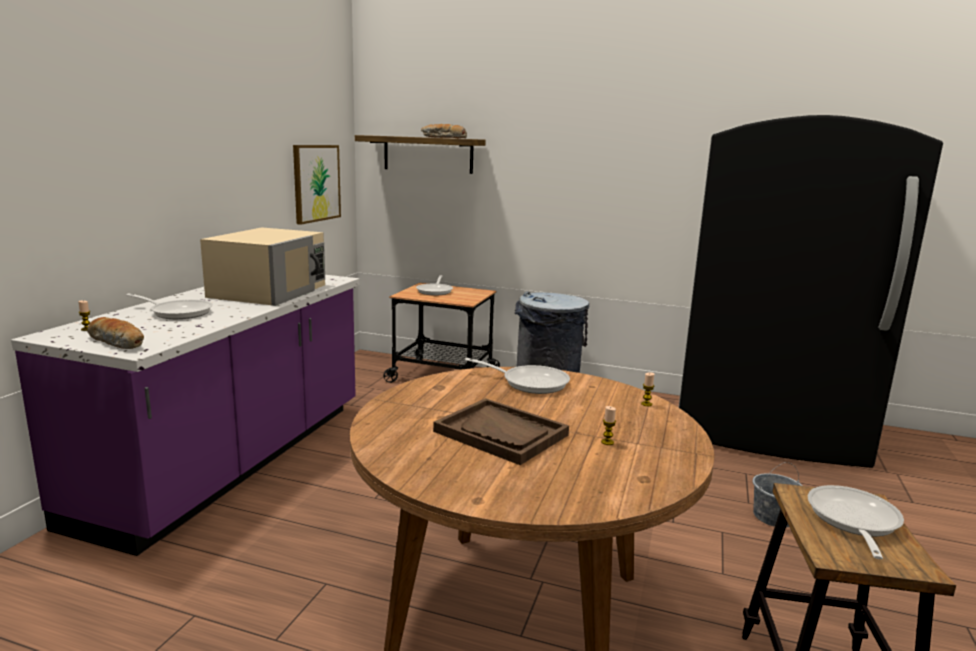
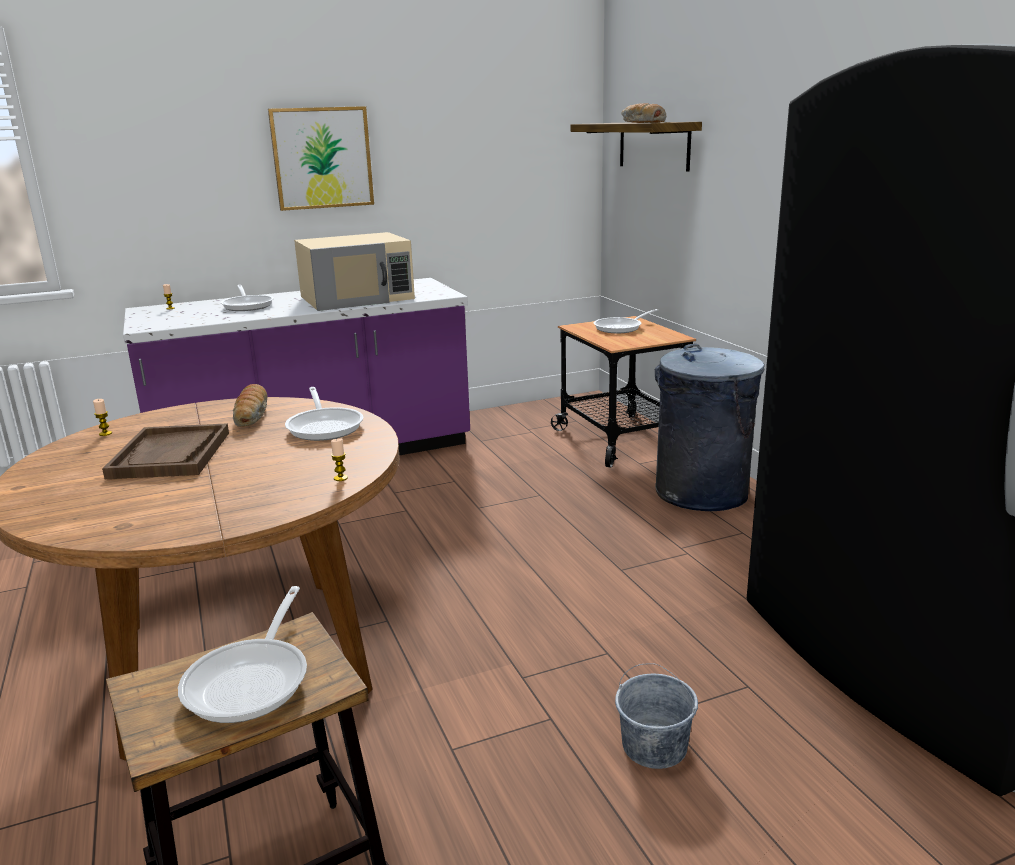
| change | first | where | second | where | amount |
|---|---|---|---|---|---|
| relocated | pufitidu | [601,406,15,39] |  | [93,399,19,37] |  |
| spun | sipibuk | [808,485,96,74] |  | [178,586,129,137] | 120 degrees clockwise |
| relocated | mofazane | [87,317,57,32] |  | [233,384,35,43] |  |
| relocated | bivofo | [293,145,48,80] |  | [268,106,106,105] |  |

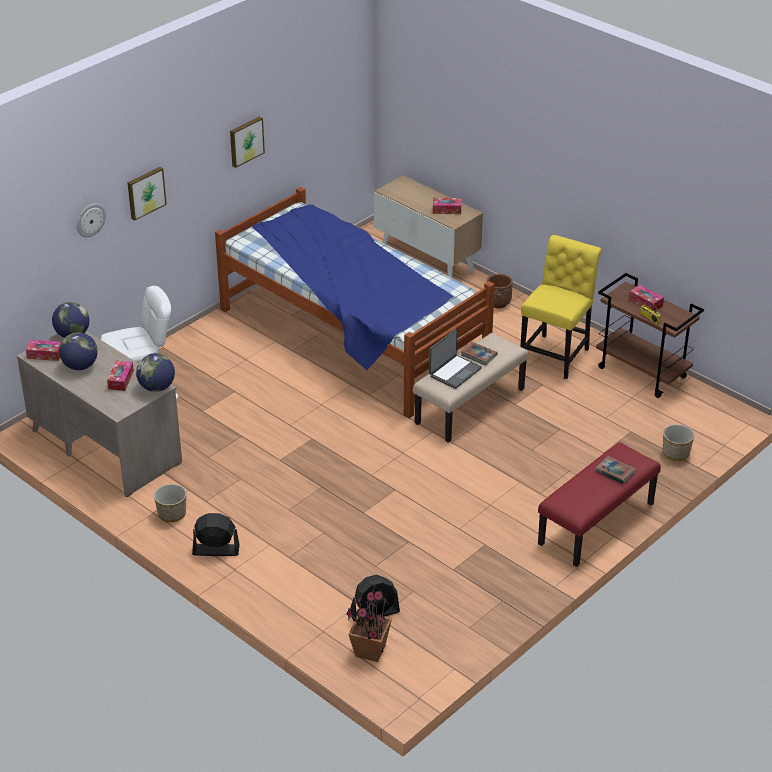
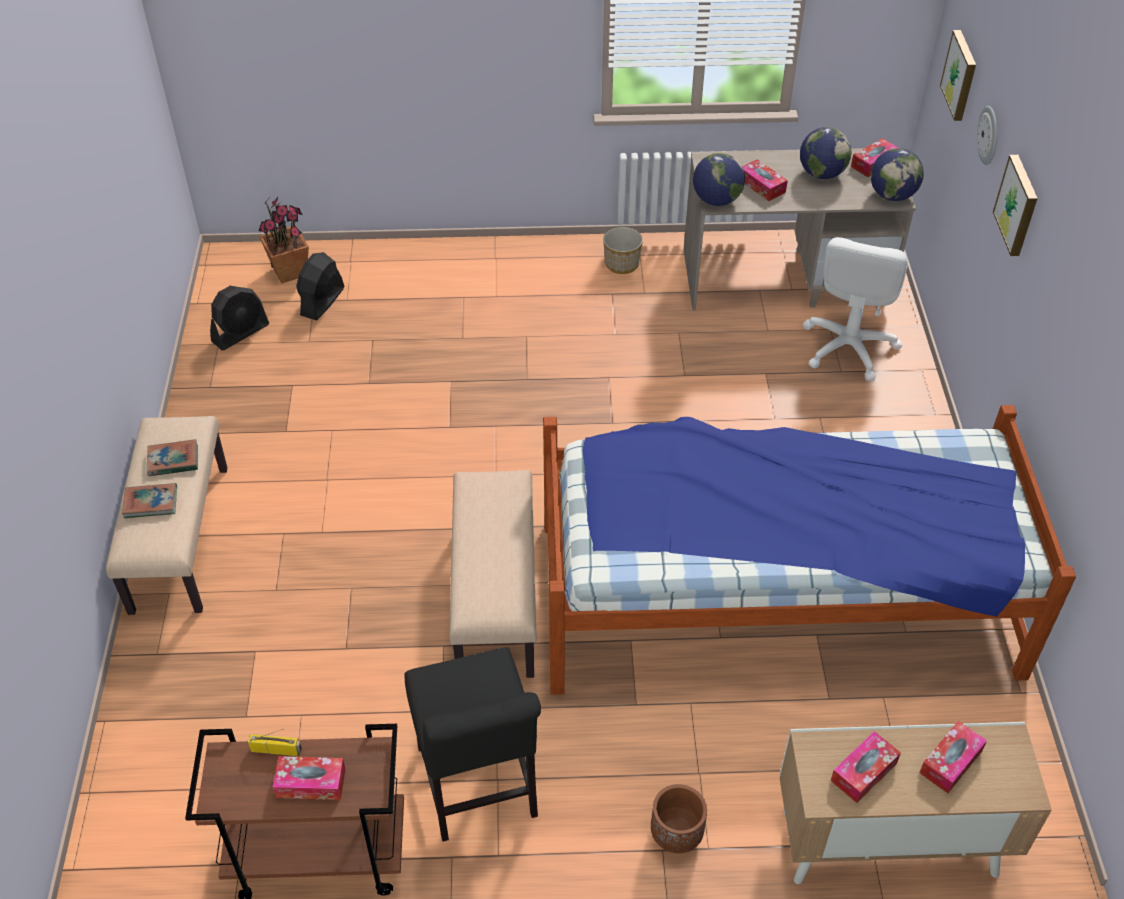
| change | first | where | second | where | amount |
|---|---|---|---|---|---|
| colour | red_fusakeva | [538,442,123,125] | beige_fusakeva | [106,416,121,199] |  |
| relocated | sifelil | [461,342,36,24] |  | [147,439,51,37] |  |
| relocated | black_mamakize | [192,513,48,43] |  | [210,286,59,64] |  |
| colour | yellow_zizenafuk | [520,235,82,144] | black_zizenafuk | [405,647,136,195] |  |
| appeared |  |  | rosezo | [919,721,68,72] |  |
| relocated | bivofo | [230,116,35,52] |  | [940,30,36,91] |  |
| missing | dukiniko | [429,329,53,60] |  |  |  |
| missing | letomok | [663,424,31,37] |  |  |  |

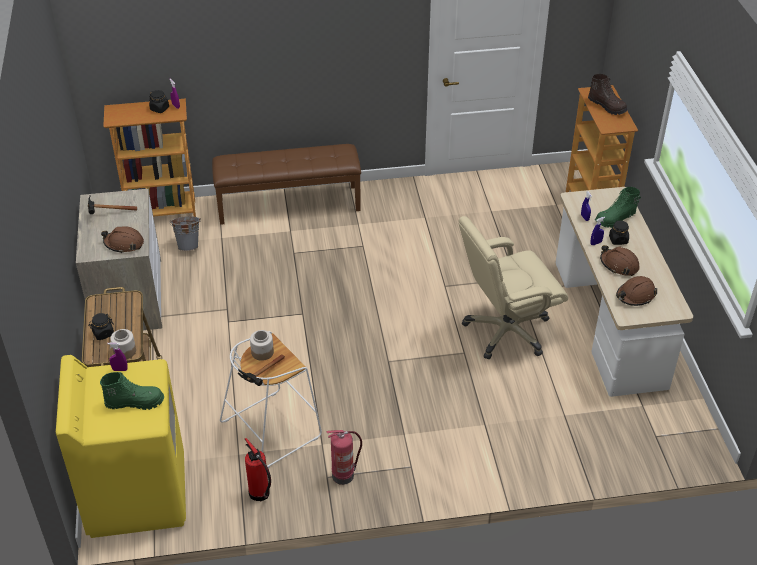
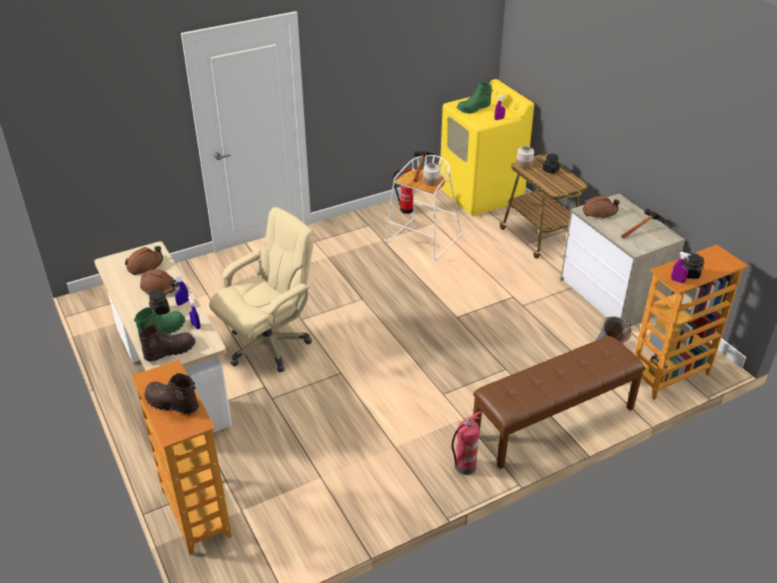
| change | first | where | second | where | amount |
|---|---|---|---|---|---|
| appeared |  |  | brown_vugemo | [139,325,57,37] |  |
| relocated | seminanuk | [327,430,35,55] |  | [451,411,31,64] |  |

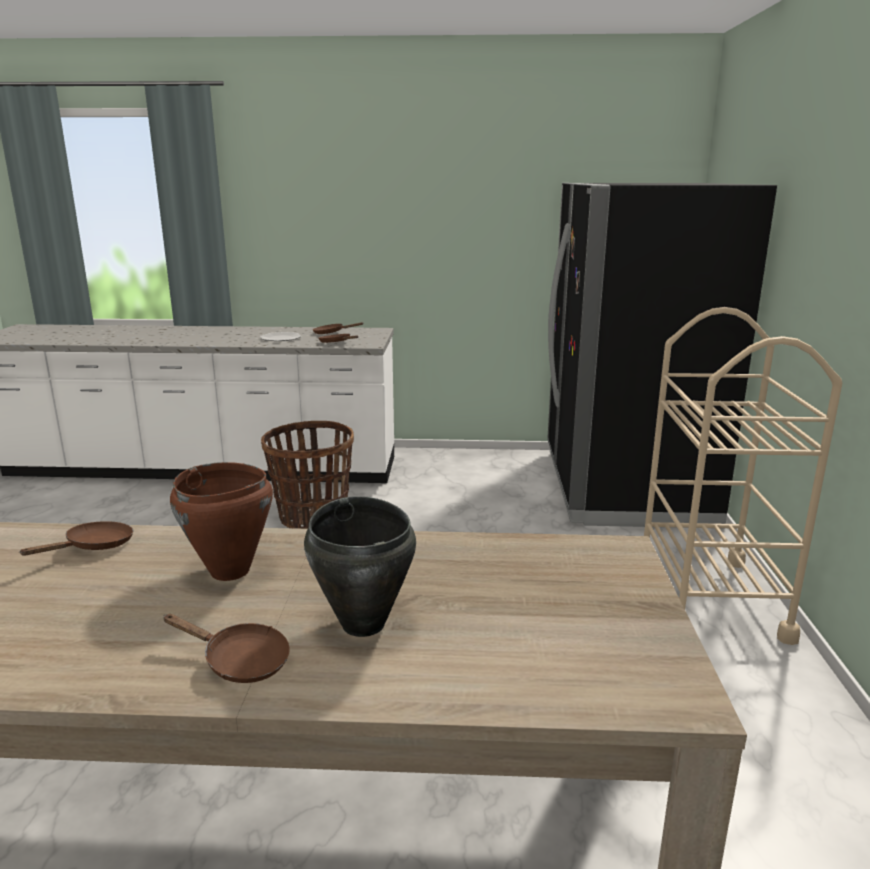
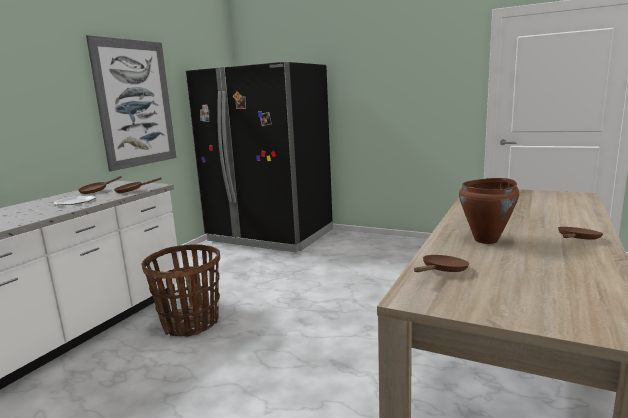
| change | first | where | second | where | amount |
|---|---|---|---|---|---|
| appeared |  |  | bivofo | [86,35,90,136] |  |
| spun | brown_sipibuk | [19,521,114,35] |  | [414,255,55,17] | 75 degrees clockwise |
| missing | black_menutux | [304,496,112,141] |  |  |  |
| missing | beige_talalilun | [644,307,198,338] |  |  |  |

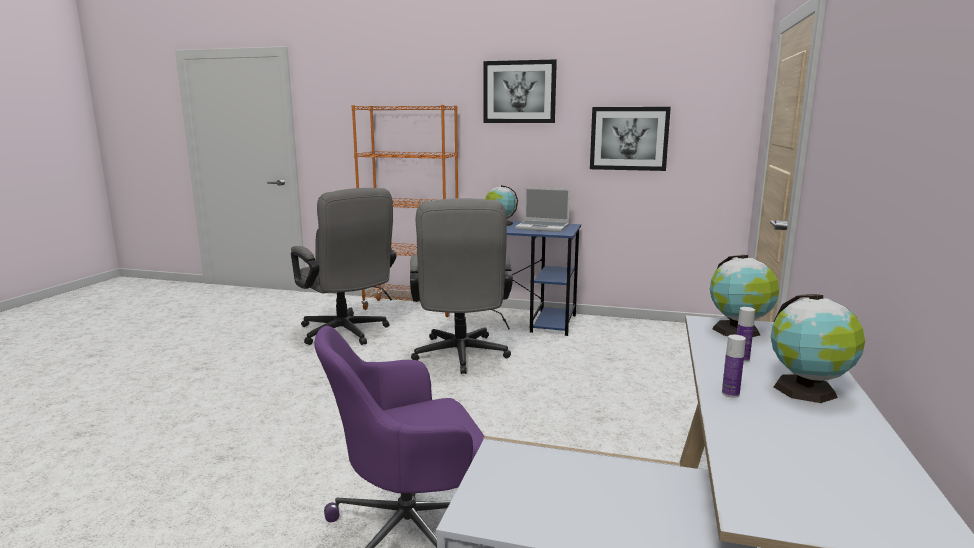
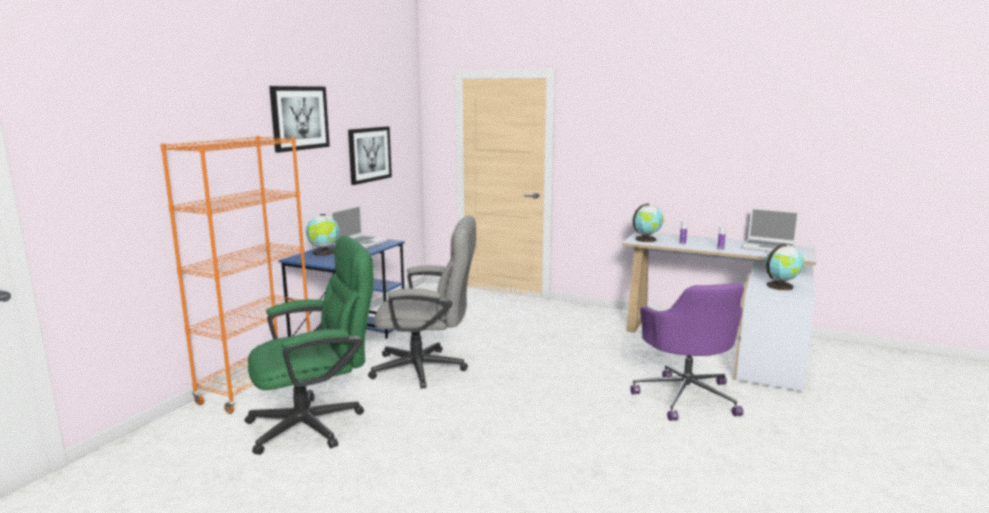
| change | first | where | second | where | amount |
|---|---|---|---|---|---|
| colour | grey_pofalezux | [291,188,106,157] | green_pofalezux | [244,235,130,220] |  |
| appeared |  |  | dukiniko | [742,208,57,44] |  |
| relocated | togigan | [771,294,94,109] |  | [765,244,39,46] |  |

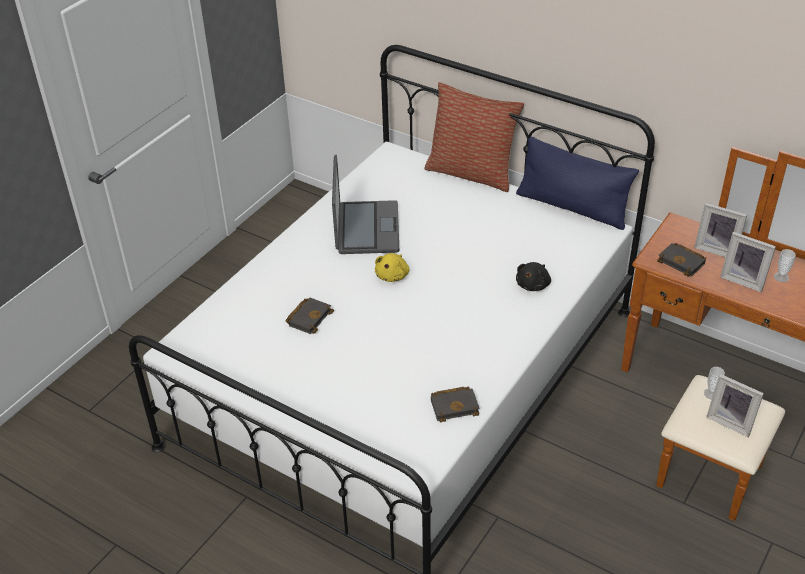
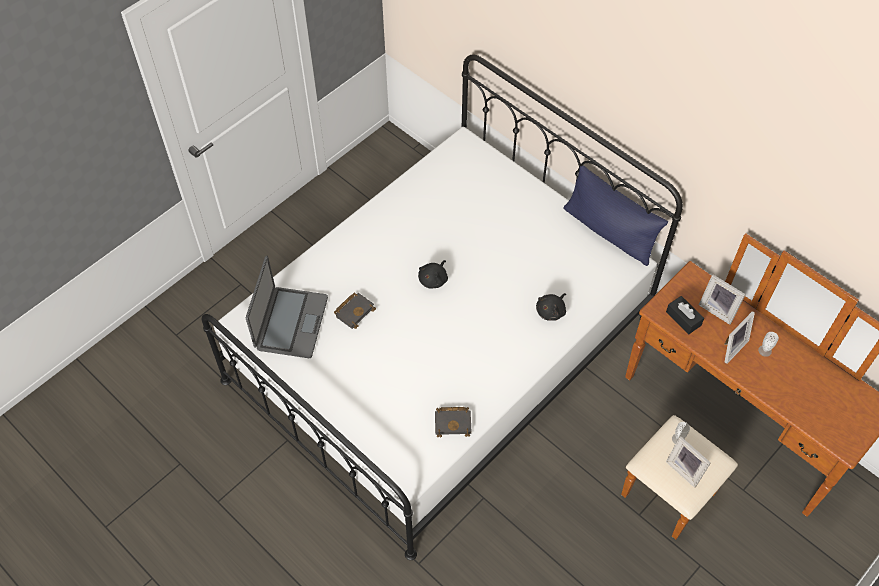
| change | first | where | second | where | amount |
|---|---|---|---|---|---|
| relocated | dukiniko | [332,155,67,99] |  | [246,256,82,102] |  |
| colour | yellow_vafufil | [375,253,35,29] | black_vafufil | [418,260,30,29] |  |
| exchanged | black_sifelil | [657,243,49,34] | black_rosezo | [666,296,38,38] |  |
| spun | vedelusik | [720,232,56,60] |  | [724,311,31,53] | 90 degrees counterclockwise |
| missing | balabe | [425,82,99,110] |  |  |  |

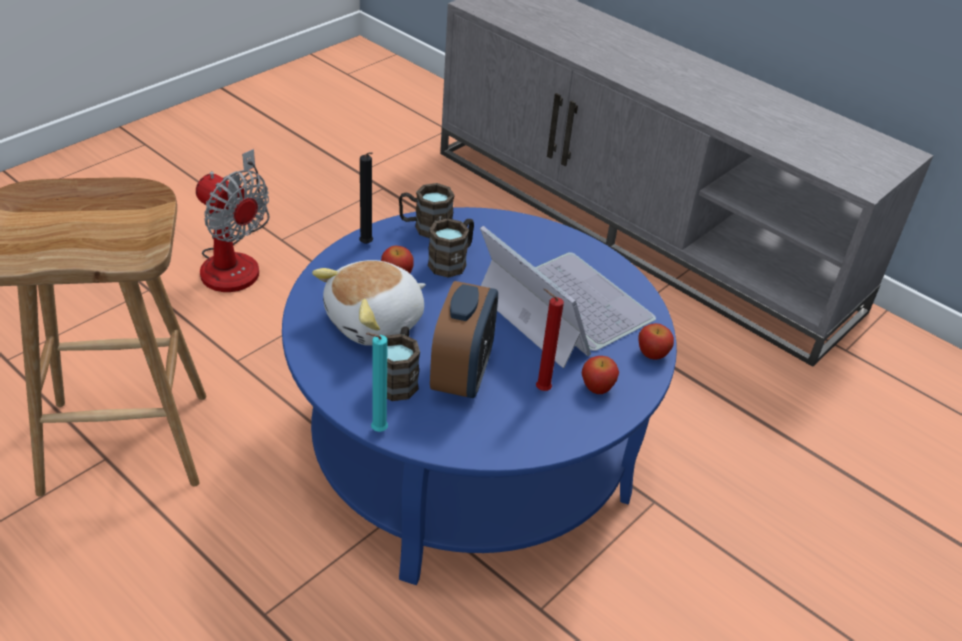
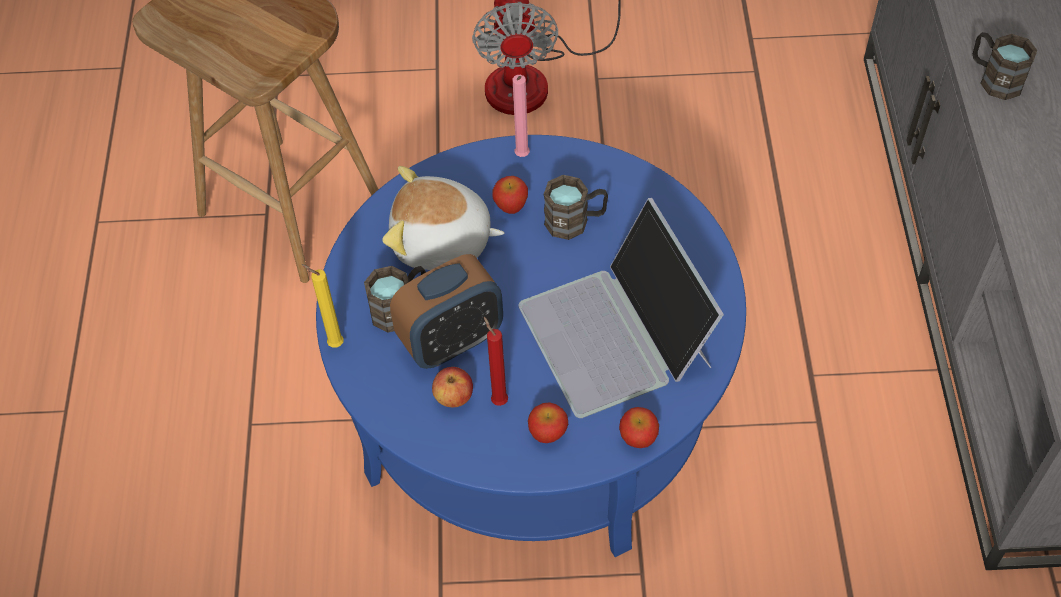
| change | first | where | second | where | amount |
|---|---|---|---|---|---|
| colour | turquoise_pufitidu | [366,333,22,99] | yellow_pufitidu | [301,264,43,84] |  |
| appeared |  |  | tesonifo | [432,367,41,40] |  |
| colour | black_pufitidu | [359,152,14,92] | pink_pufitidu | [513,75,17,82] |  |
| spun | dukiniko | [480,226,176,142] |  | [518,198,206,220] | 150 degrees clockwise |
| relocated | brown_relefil | [399,183,56,55] |  | [973,32,64,68] |  |

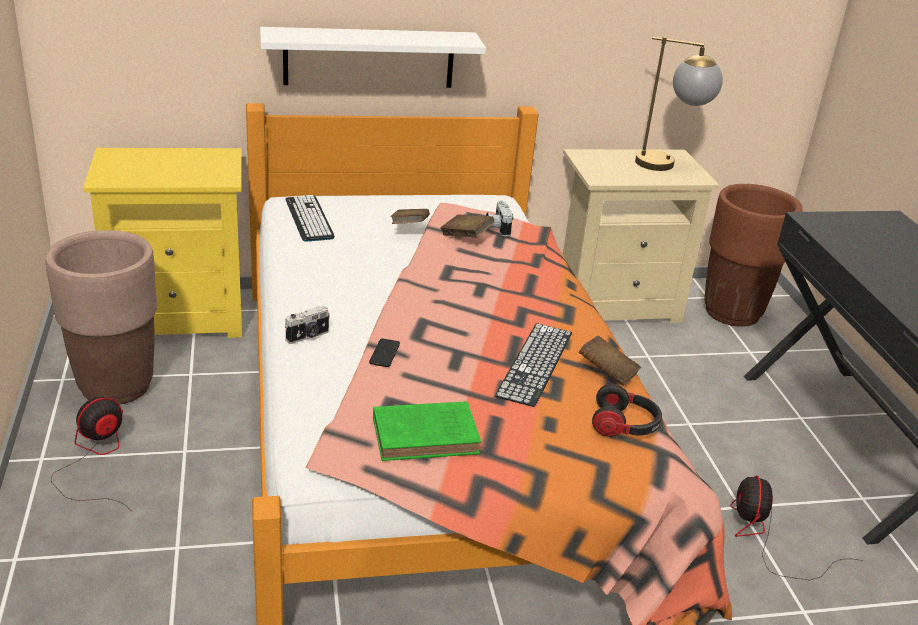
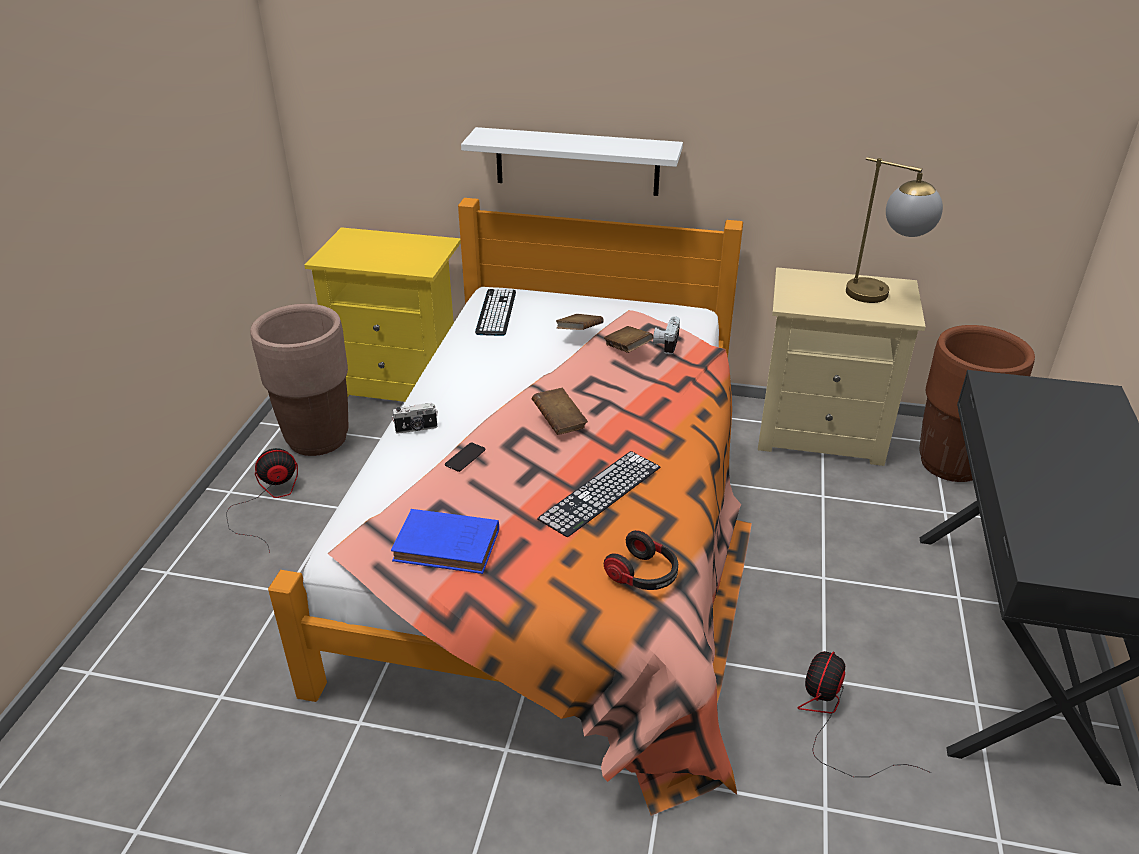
| change | first | where | second | where | amount |
|---|---|---|---|---|---|
| colour | green_sifelil | [373,401,108,60] | blue_sifelil | [391,509,108,65] |  |
| relocated | brown_sifelil | [579,335,62,51] |  | [532,388,56,47] |  |

